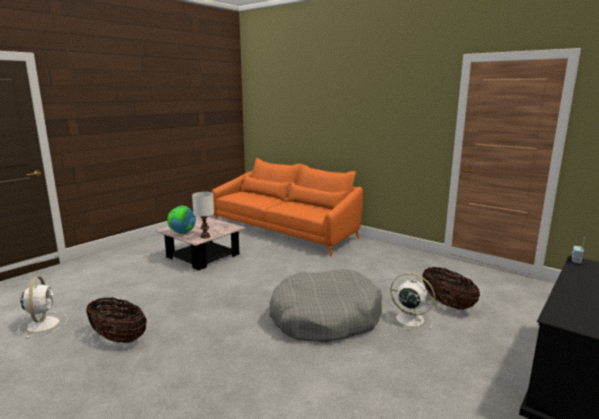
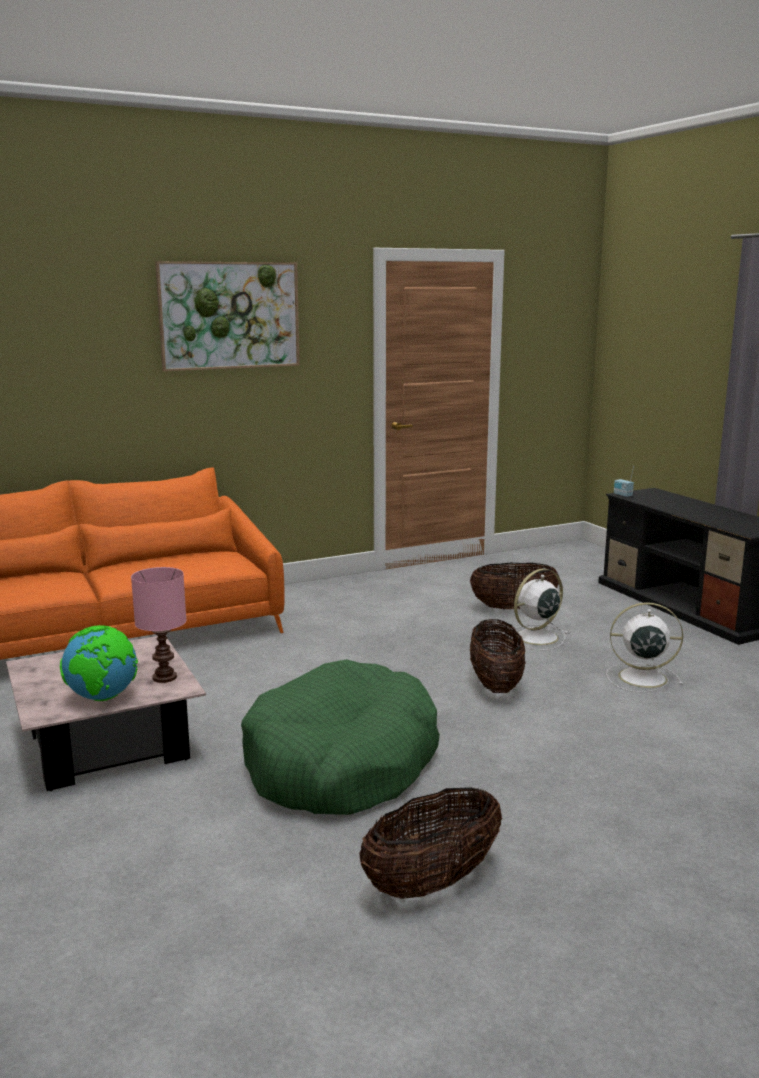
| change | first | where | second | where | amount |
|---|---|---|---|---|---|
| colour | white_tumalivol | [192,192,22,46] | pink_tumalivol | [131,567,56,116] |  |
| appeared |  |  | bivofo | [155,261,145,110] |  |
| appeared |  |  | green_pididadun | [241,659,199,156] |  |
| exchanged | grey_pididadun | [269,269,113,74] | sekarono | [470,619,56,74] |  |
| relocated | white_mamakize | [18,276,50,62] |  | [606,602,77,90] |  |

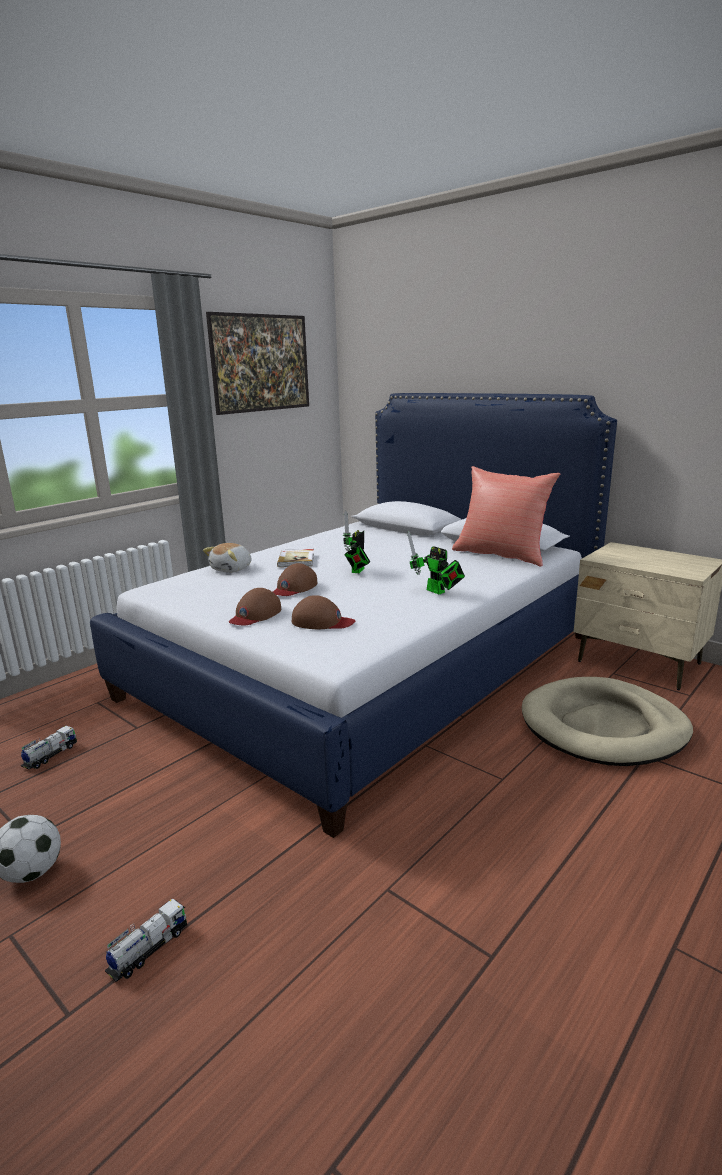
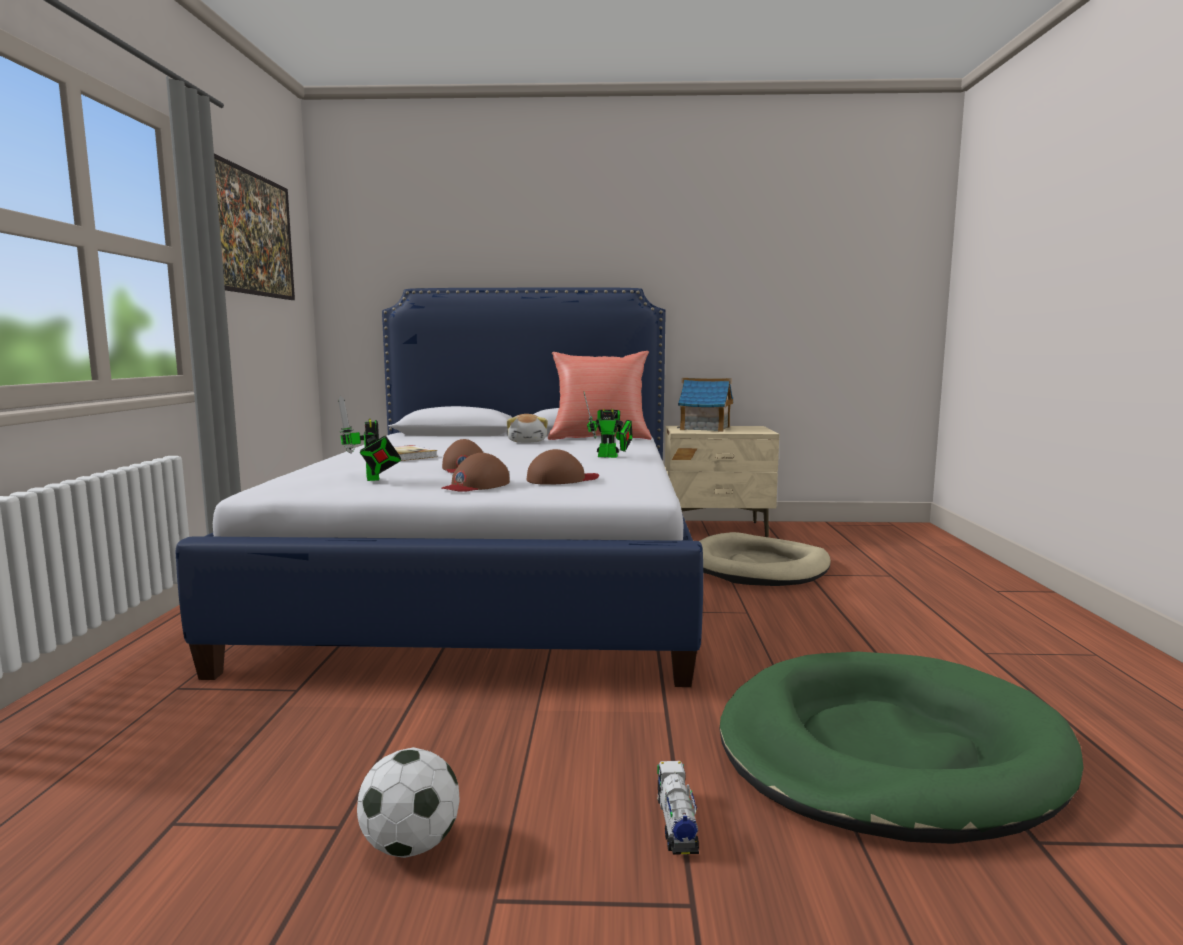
| change | first | where | second | where | amount |
|---|---|---|---|---|---|
| relocated | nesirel | [343,511,27,62] |  | [338,396,63,85] |  |
| spun | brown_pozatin | [229,588,52,37] |  | [441,453,69,39] | 45 degrees clockwise |
| relocated | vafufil | [203,543,49,30] |  | [507,414,41,29] |  |
| appeared |  |  | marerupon | [677,378,56,54] |  |
| appeared |  |  | green_pididadun | [720,652,364,192] |  |
| missing | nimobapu | [21,726,56,43] |  |  |  |

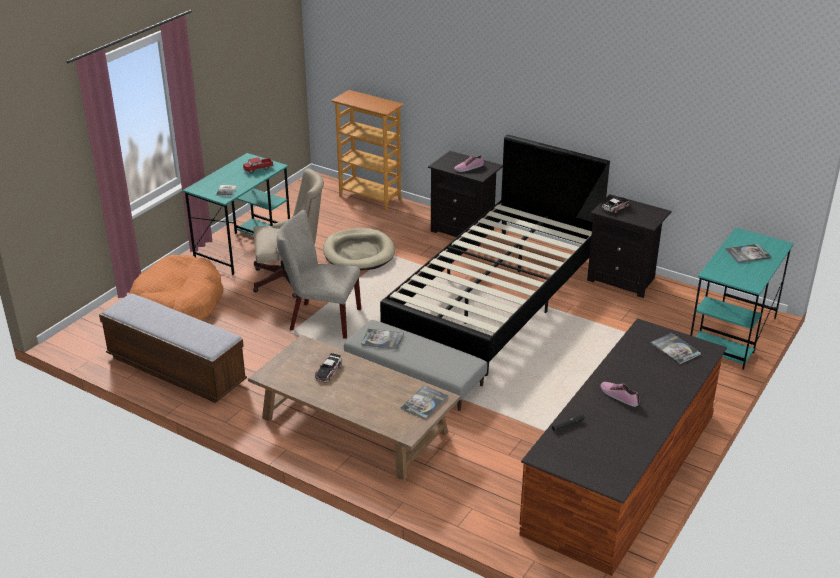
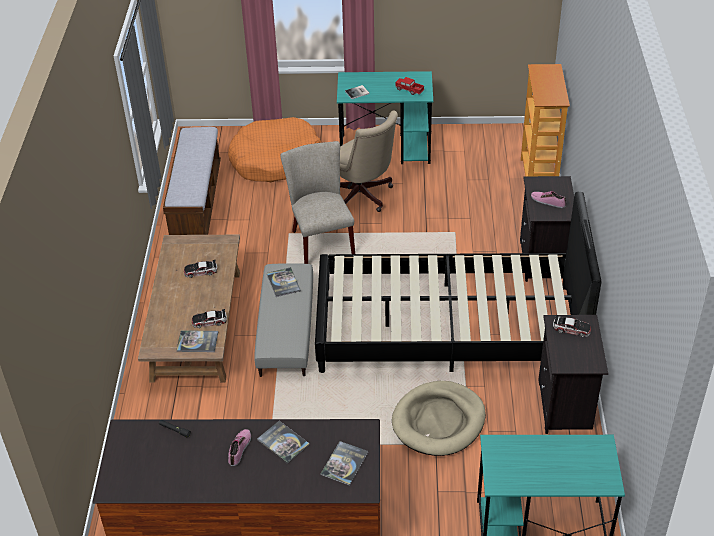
| change | first | where | second | where | amount |
|---|---|---|---|---|---|
| appeared |  |  | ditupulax | [192,309,35,19] |  |
| relocated | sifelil | [725,244,46,19] |  | [257,421,53,43] |  |
| relocated | beige_pididadun | [323,228,72,42] |  | [392,381,94,75] |  |

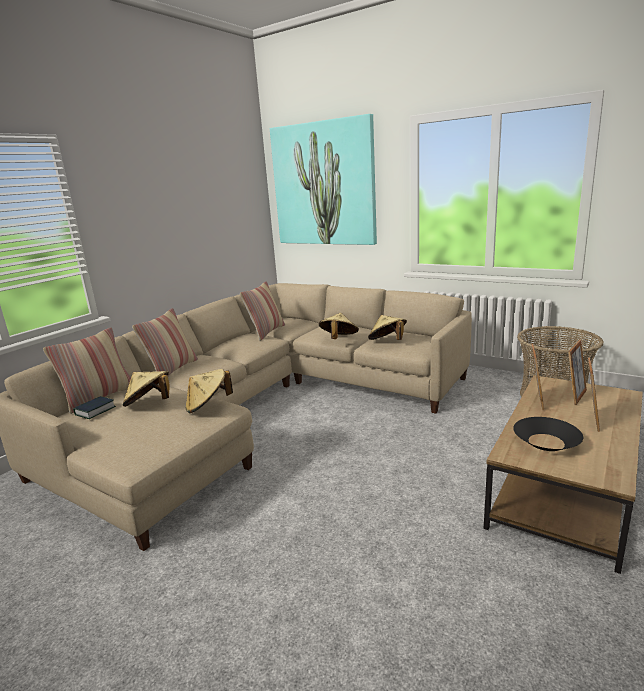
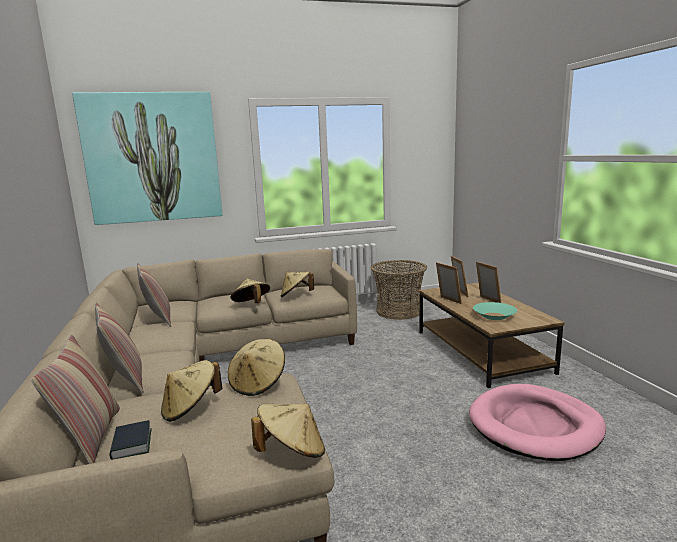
| change | first | where | second | where | amount |
|---|---|---|---|---|---|
| appeared |  |  | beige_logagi | [251,404,74,54] |  |
| appeared |  |  | pink_pididadun | [469,384,137,77] |  |
| colour | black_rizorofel | [513,417,70,34] | turquoise_rizorofel | [473,302,44,18] |  |

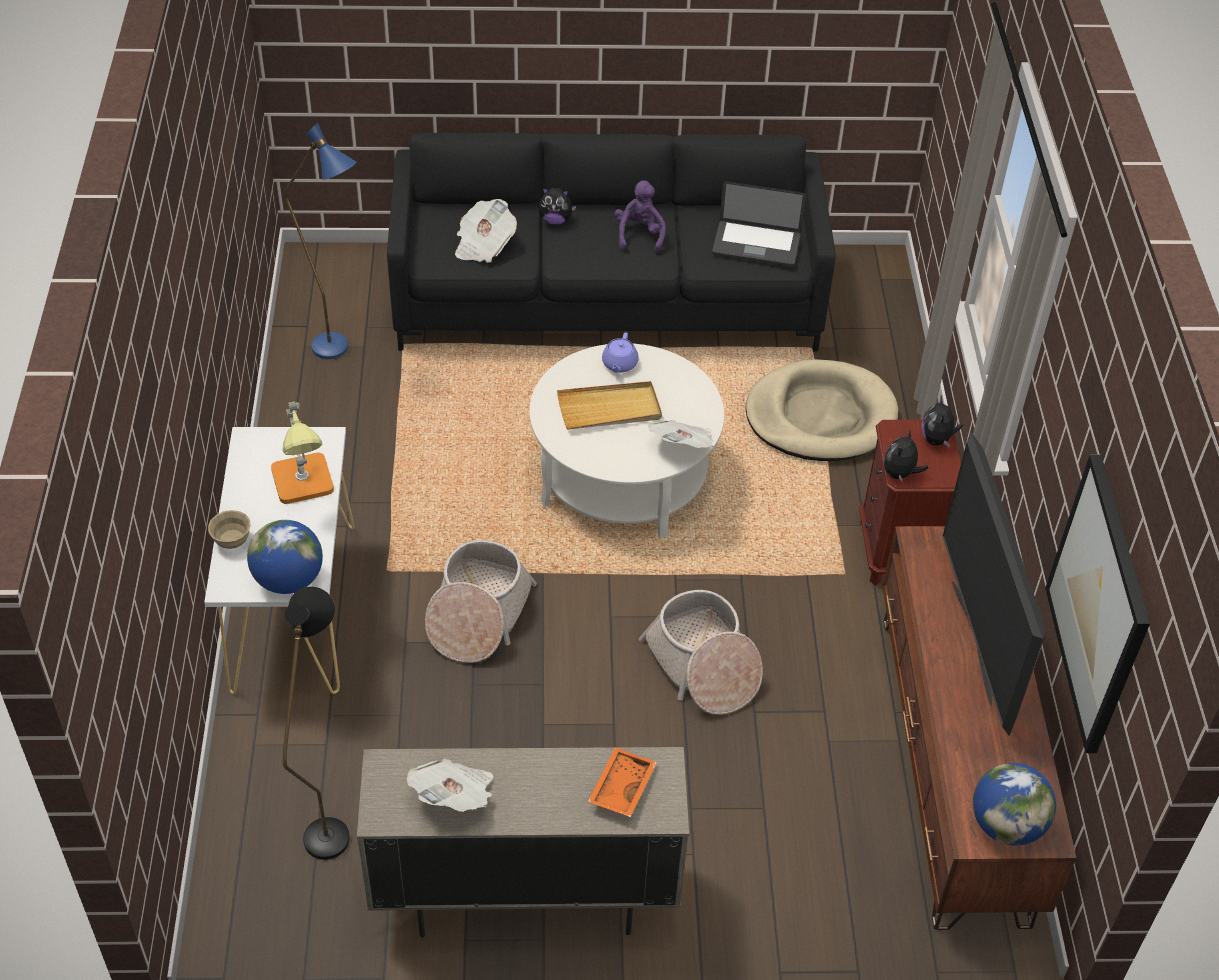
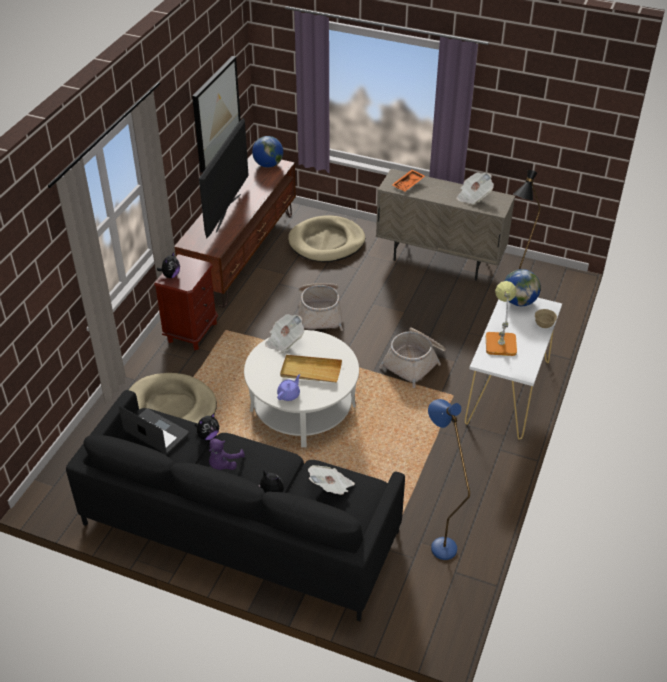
| change | first | where | second | where | amount |
|---|---|---|---|---|---|
| relocated | vafufil | [884,430,44,53] |  | [195,414,24,26] |  |
| appeared |  |  | beige_pididadun | [288,215,77,47] |  |

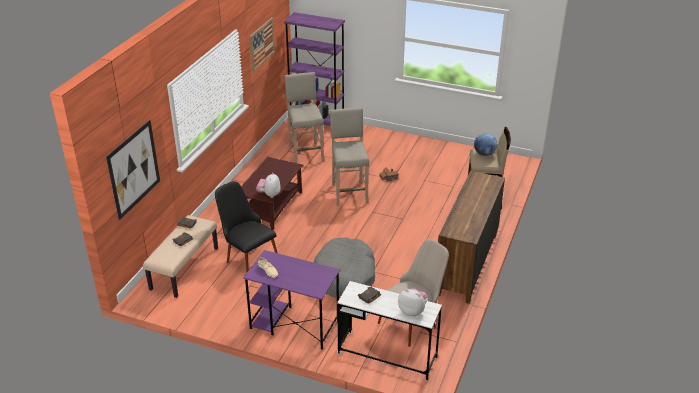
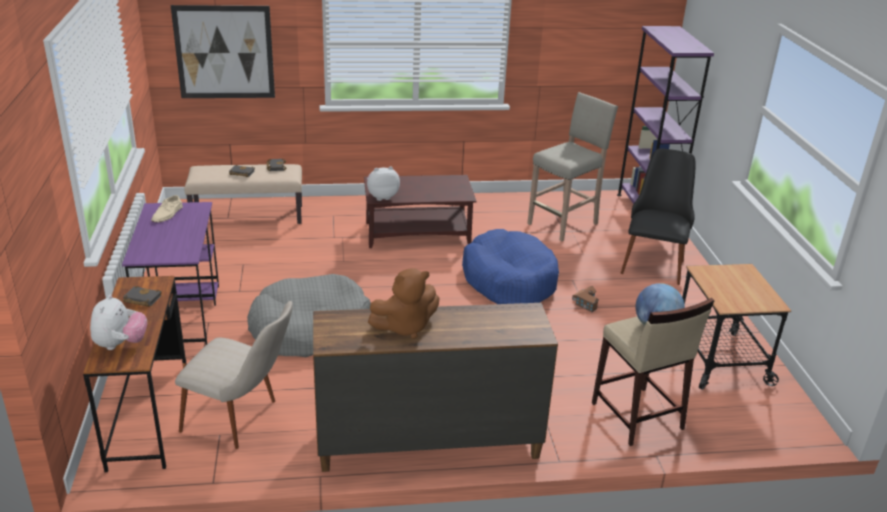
| change | first | where | second | where | amount |
|---|---|---|---|---|---|
| colour | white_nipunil | [337,281,105,99] | brown_nipunil | [83,276,104,196] |  |
| appeared |  |  | brown_vafufil | [368,268,72,71] |  |
| exchanged | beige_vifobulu | [330,108,39,98] | blue_pididadun | [462,229,97,75] |  |
| relocated | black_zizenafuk | [215,181,63,92] |  | [621,148,75,137] |  |
| appeared |  |  | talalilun | [682,264,109,126] |  |
| missing | bivofo | [249,17,26,55] |  |  |  |

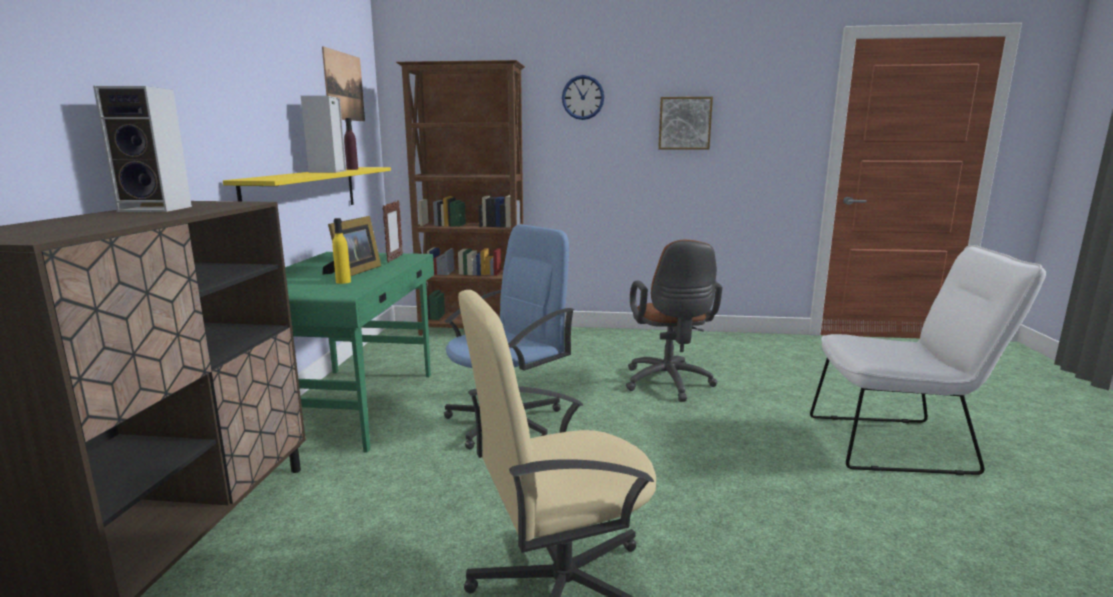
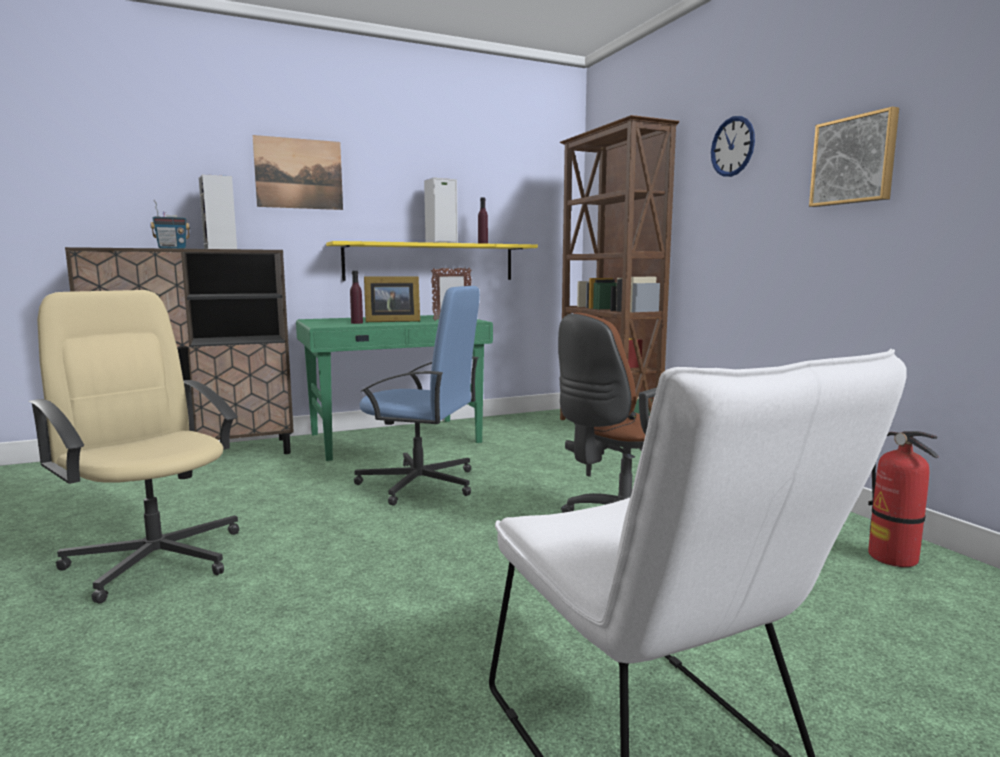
| change | first | where | second | where | amount |
|---|---|---|---|---|---|
| appeared |  |  | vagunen | [150,200,40,49] |  |
| relocated | bivofo | [322,46,43,75] |  | [252,135,91,75] |  |
| colour | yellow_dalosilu | [332,218,19,66] | purple_dalosilu | [350,271,13,53] |  |
| appeared |  |  | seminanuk | [868,431,70,136] |  |

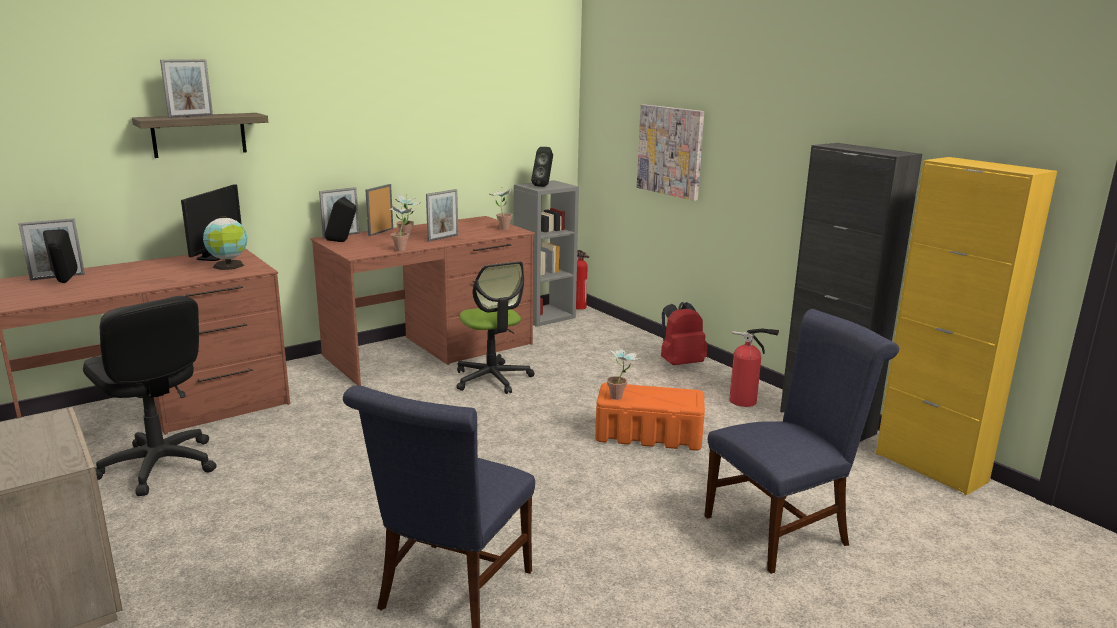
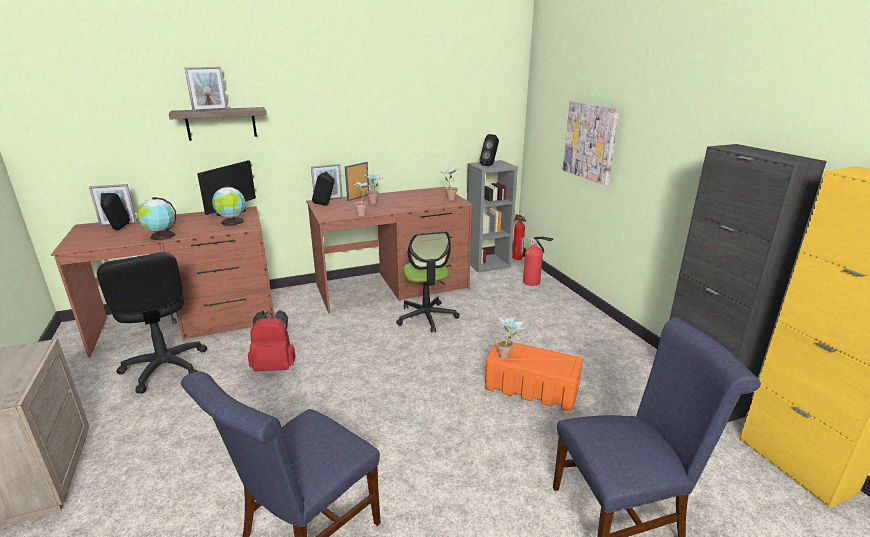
| change | first | where | second | where | amount |
|---|---|---|---|---|---|
| appeared |  |  | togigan | [137,197,39,44] |  |
| relocated | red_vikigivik | [661,302,46,63] |  | [248,310,48,61] |  |
| relocated | seminanuk | [729,328,50,79] |  | [523,237,30,49] |  |
| missing | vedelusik | [426,189,32,52] |  |  |  |

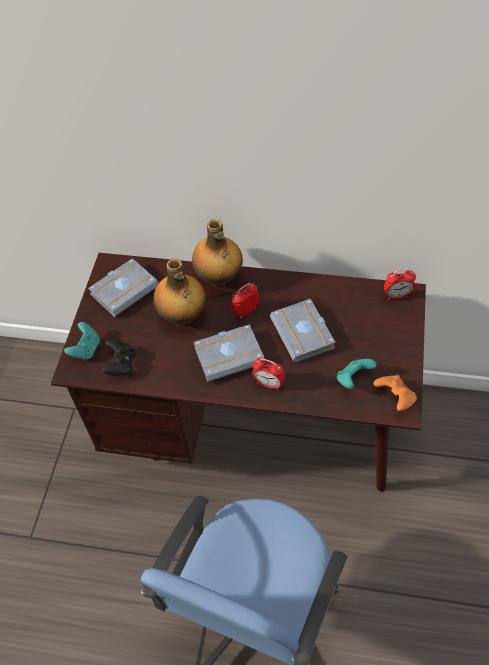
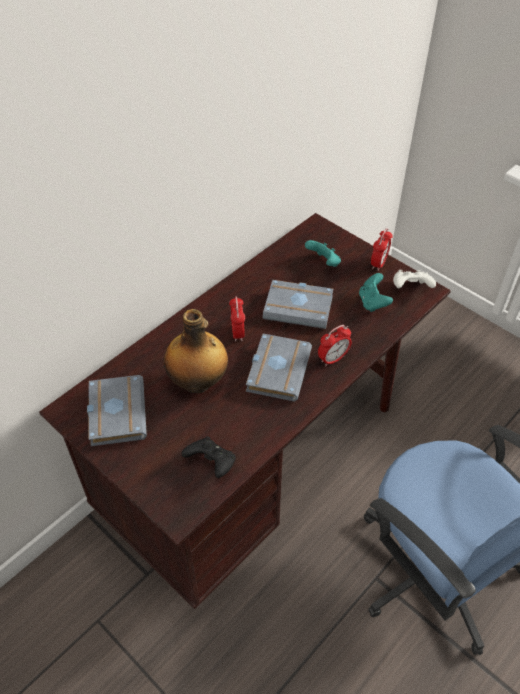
| change | first | where | second | where | amount |
|---|---|---|---|---|---|
| relocated | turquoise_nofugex | [64,322,36,38] |  | [305,240,36,27] |  |
| relocated | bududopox | [384,269,32,31] |  | [371,228,22,43] |  |
| colour | orange_nofugex | [374,375,43,36] | white_nofugex | [393,270,43,18] |  |
| missing | dalosilu | [192,219,51,68] |  |  |  |

